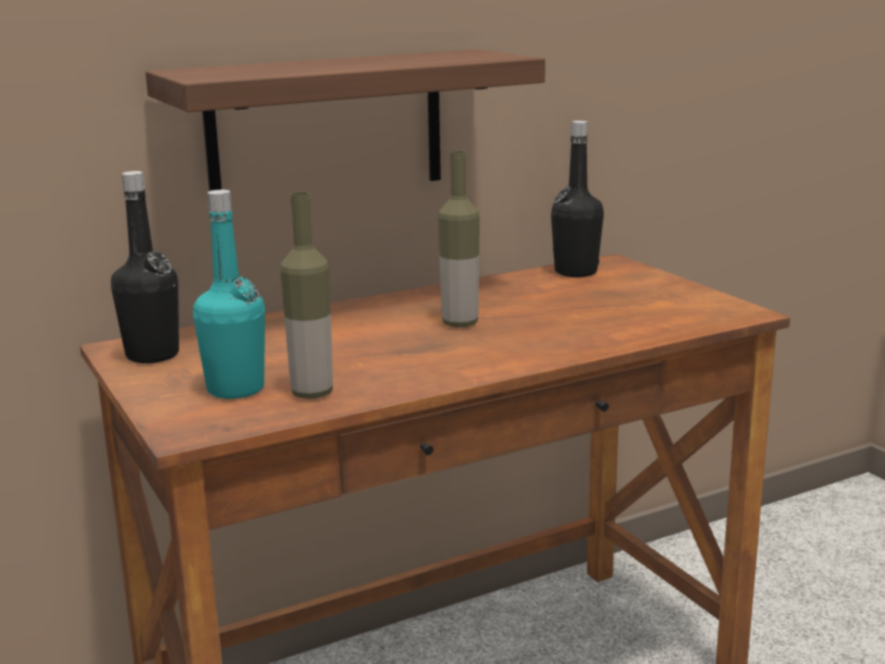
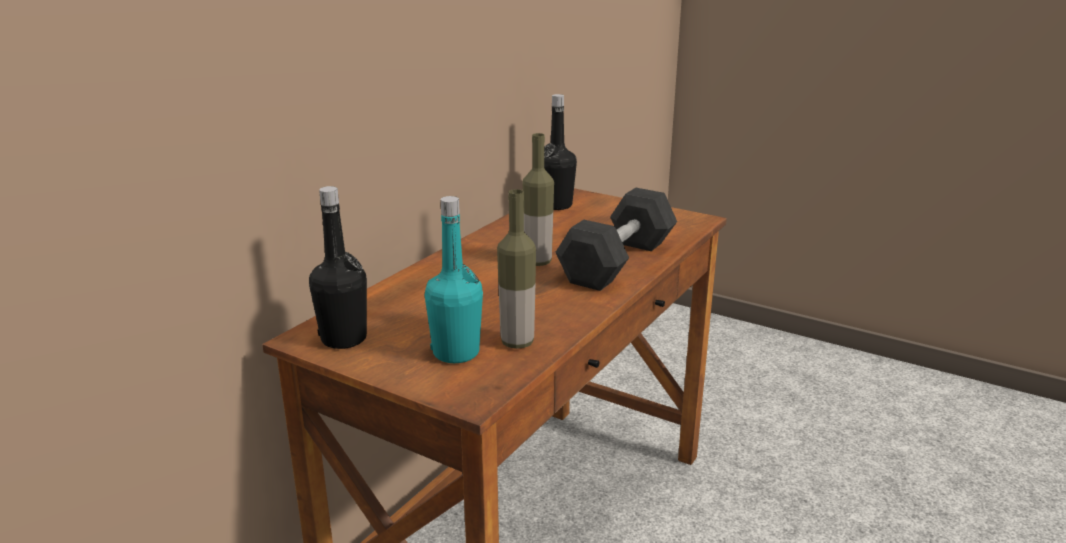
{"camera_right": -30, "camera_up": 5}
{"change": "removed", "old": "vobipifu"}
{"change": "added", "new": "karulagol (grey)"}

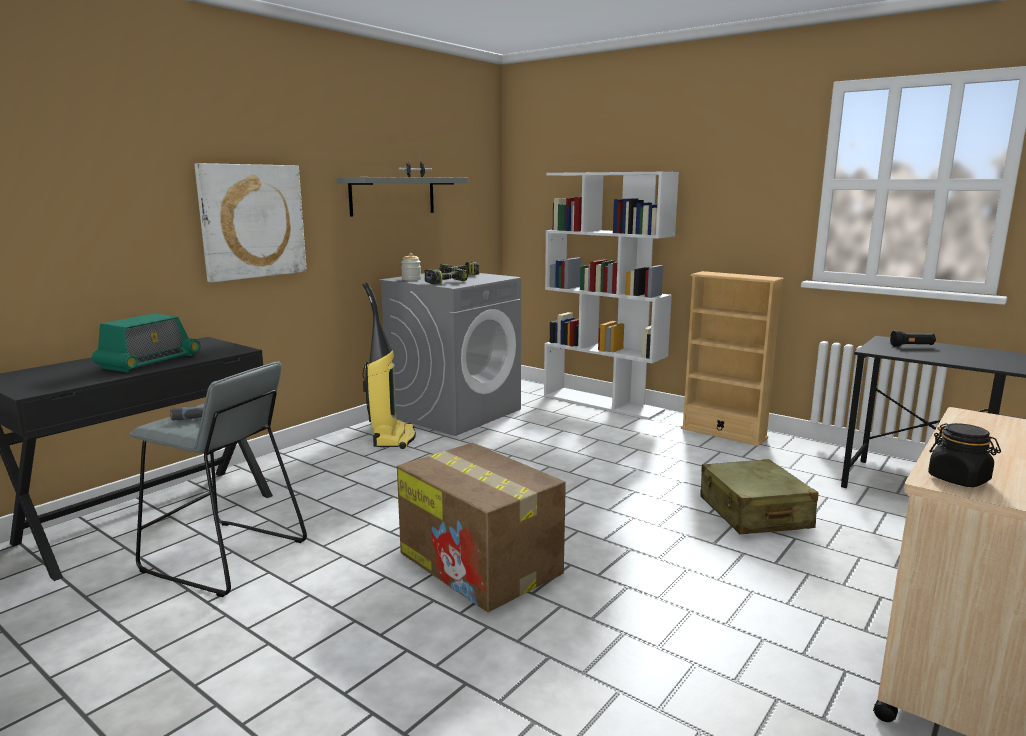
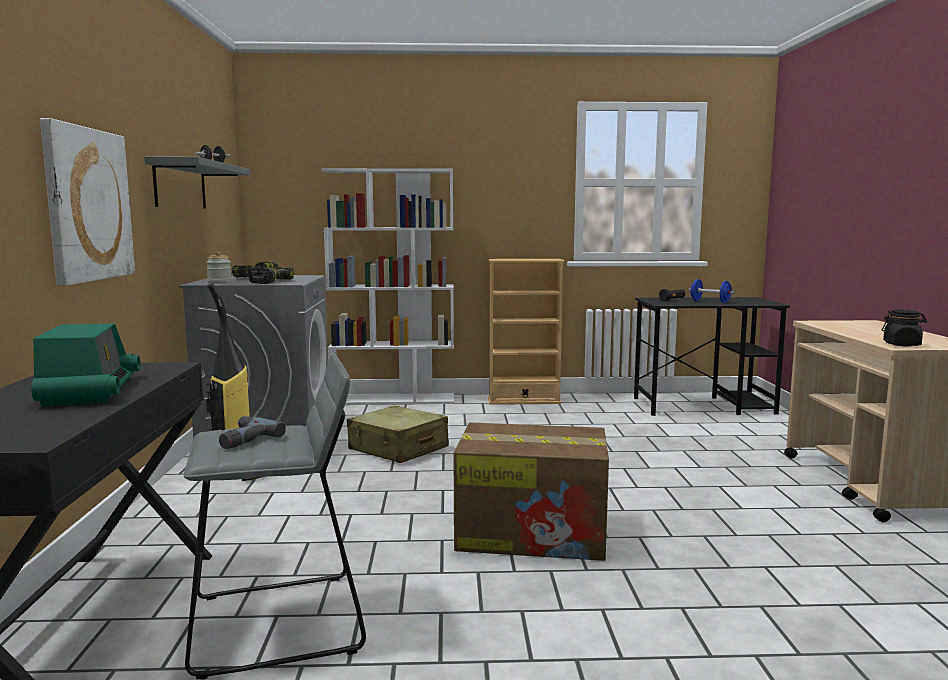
{"camera_right": -40, "camera_up": -5}
{"change": "moved", "old": "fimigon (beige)"}
{"change": "added", "new": "karulagol (blue)"}

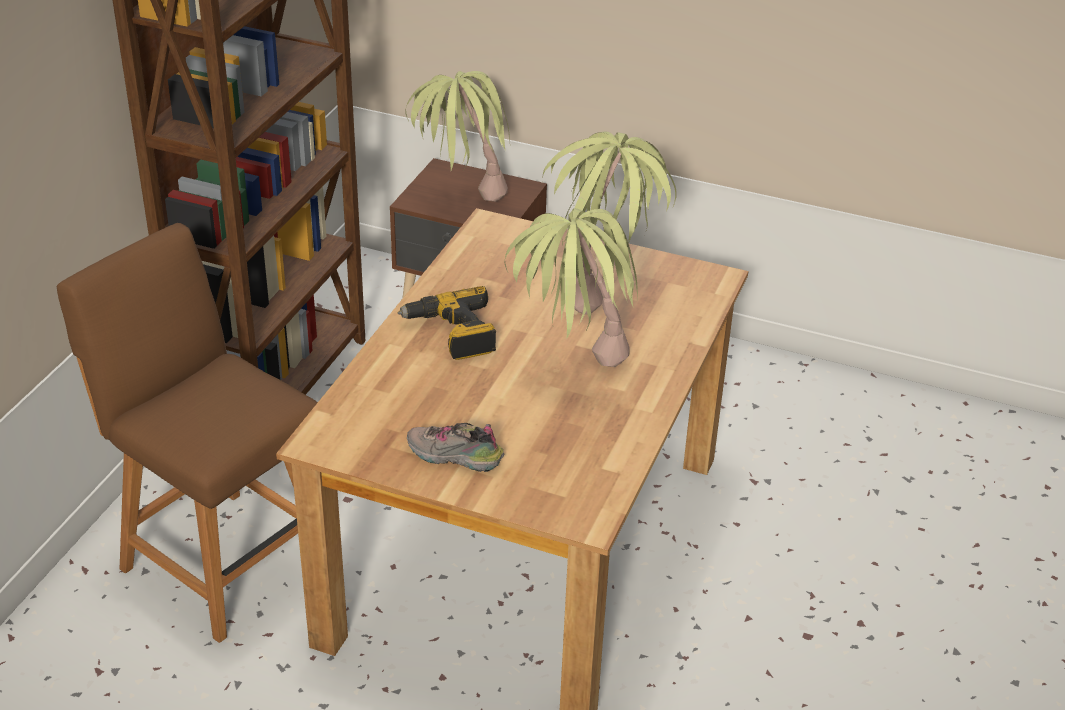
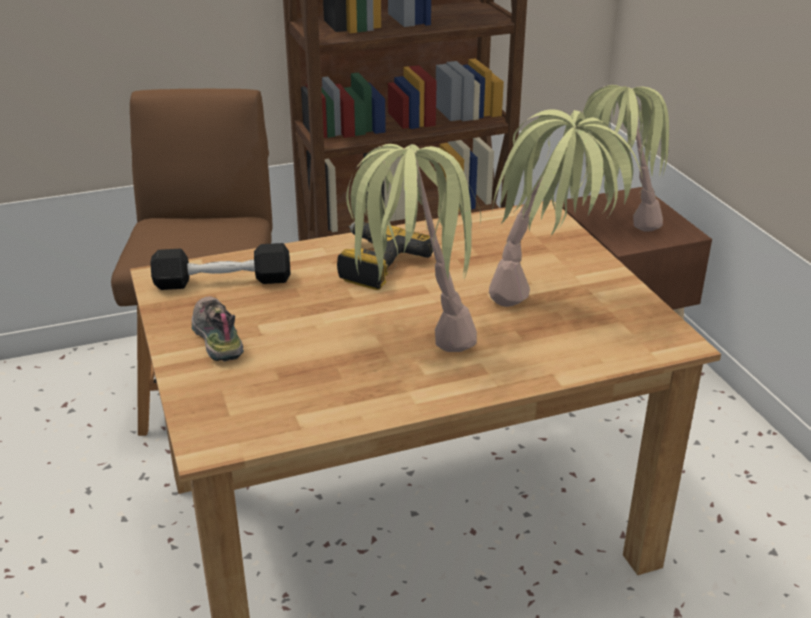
{"camera_right": 50, "camera_up": -5}
{"change": "added", "new": "karulagol (black)"}

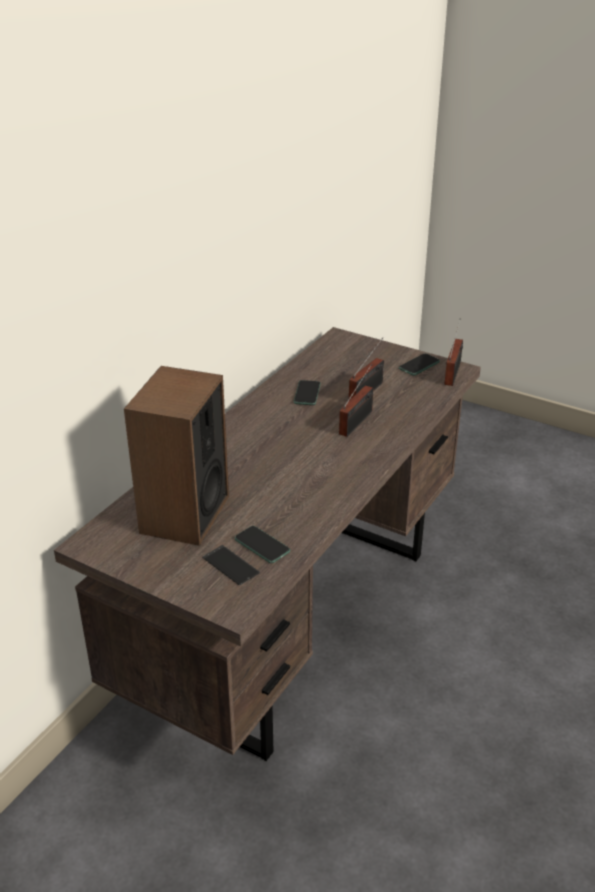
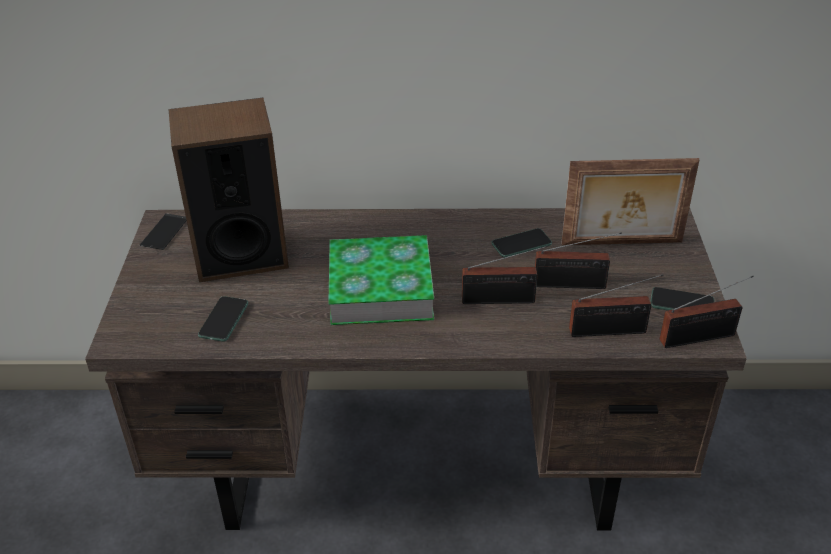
{"camera_right": 60, "camera_up": 5}
{"change": "moved", "old": "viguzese (1st from left)"}
{"change": "added", "new": "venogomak"}
{"change": "added", "new": "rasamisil"}
{"change": "added", "new": "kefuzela (3rd from left)"}

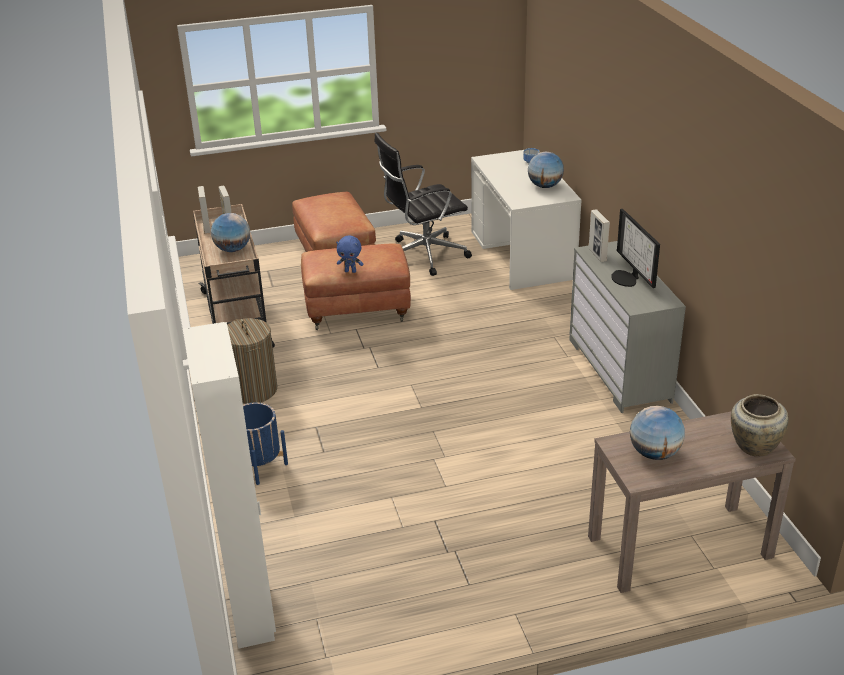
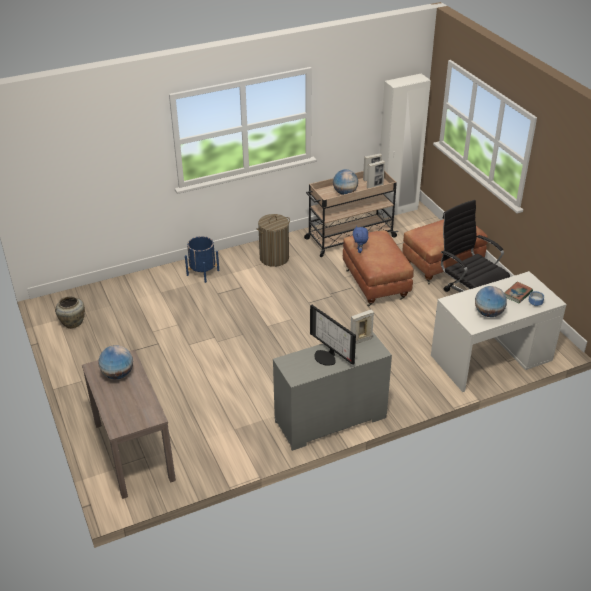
{"camera_right": 80, "camera_up": 5}
{"change": "turned", "old": "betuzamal", "degrees": -105}
{"change": "moved", "old": "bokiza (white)"}
{"change": "moved", "old": "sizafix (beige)"}
{"change": "added", "new": "rasamisil"}

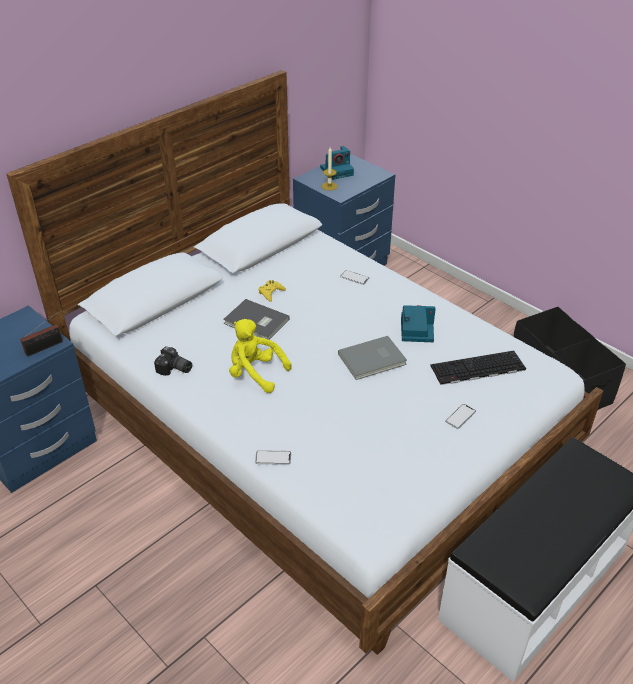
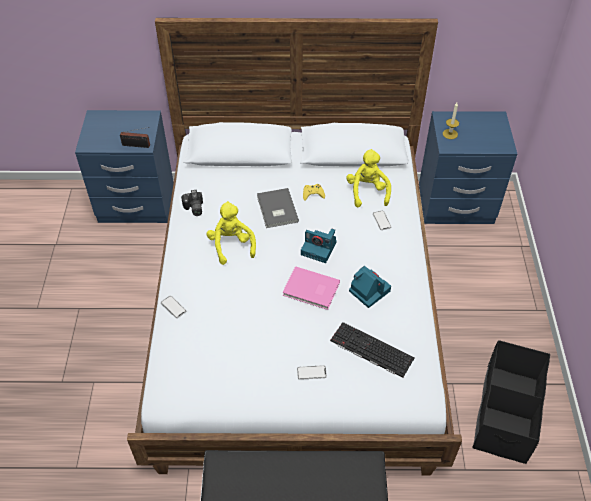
{"camera_right": 45, "camera_up": 10}
{"change": "moved", "old": "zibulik (2nd from left)"}
{"change": "recoloured", "old": "rasamisil (grey) (2nd from left)", "new": "rasamisil (pink)"}
{"change": "added", "new": "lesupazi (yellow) (2nd from left)"}

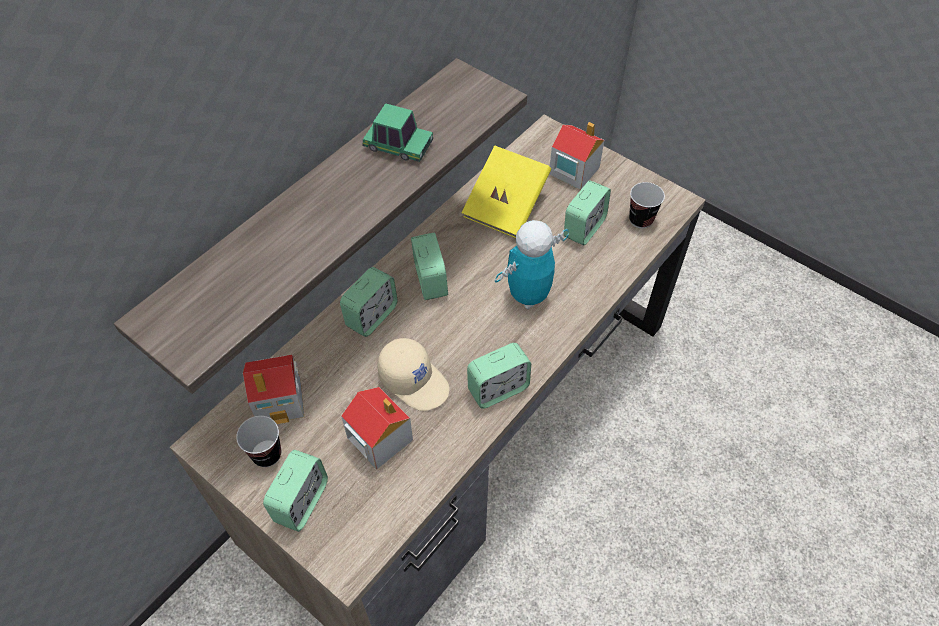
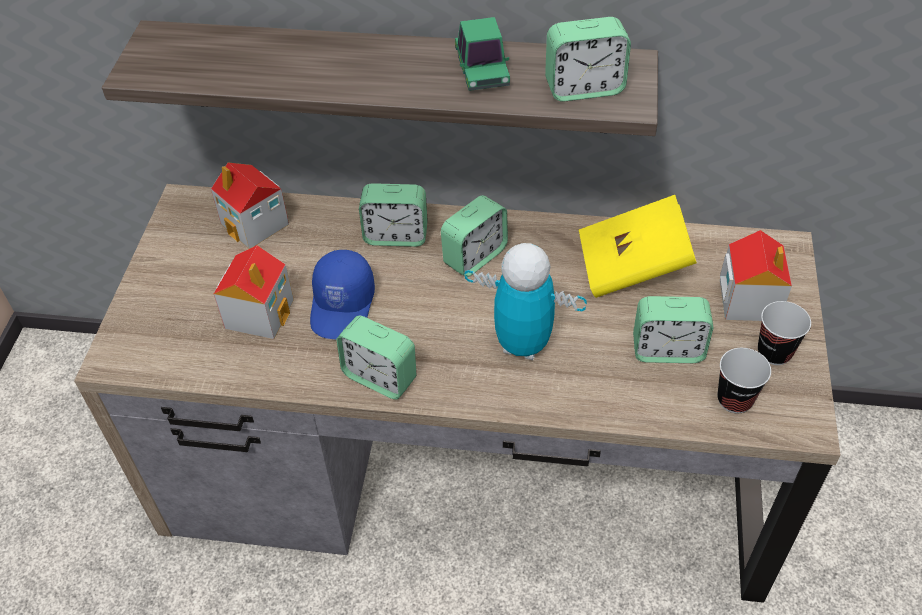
{"camera_right": 60, "camera_up": -5}
{"change": "recoloured", "old": "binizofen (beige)", "new": "binizofen (blue)"}
{"change": "moved", "old": "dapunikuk (1st from left in the first image)", "new": "dapunikuk (2nd from left)"}
{"change": "moved", "old": "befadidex (1st from left in the first image)", "new": "befadidex (4th from left)"}

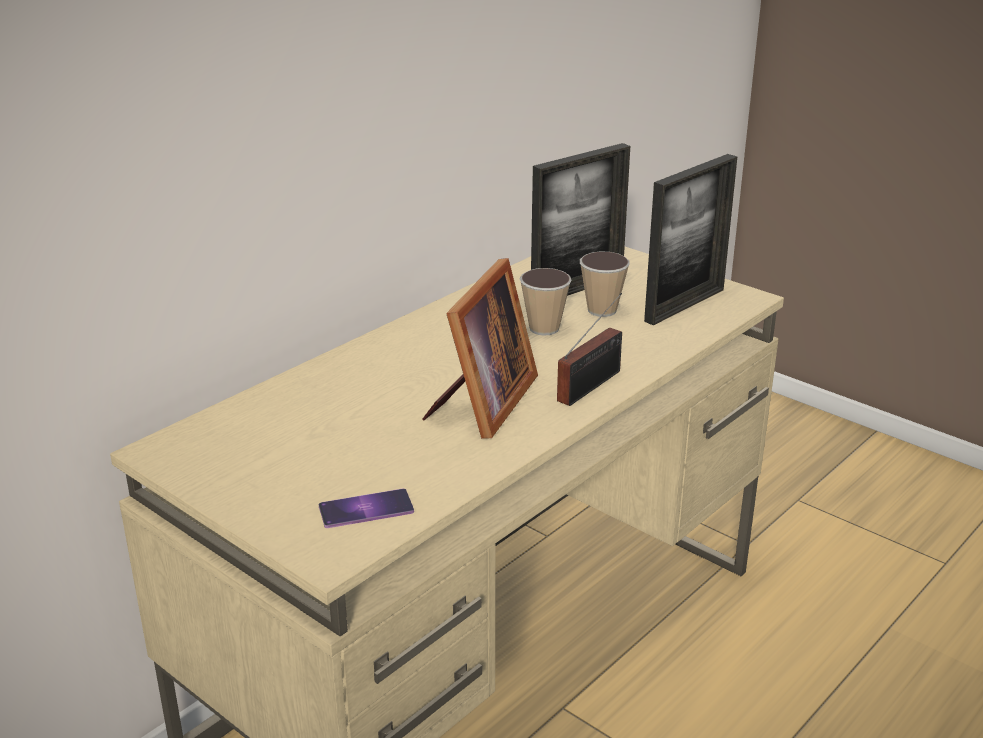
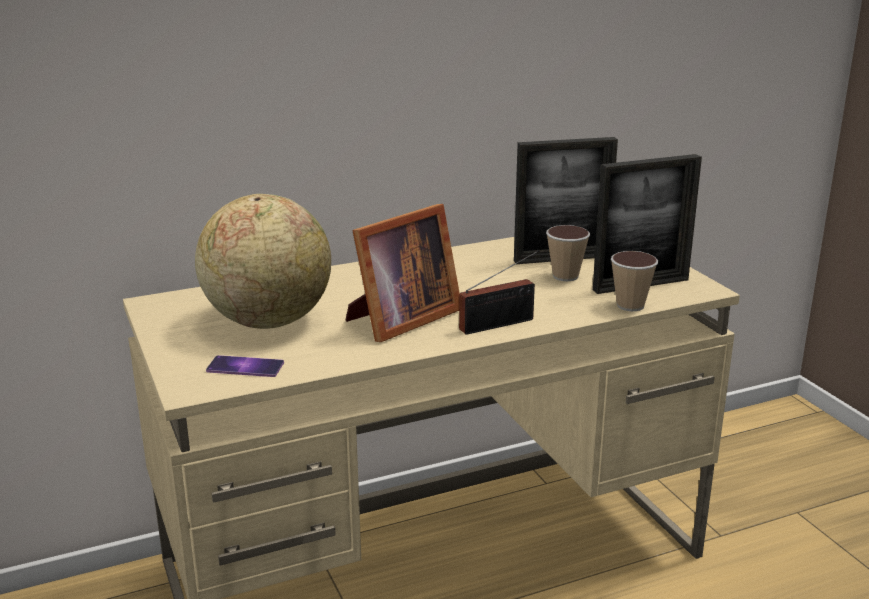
{"camera_right": 25, "camera_up": -5}
{"change": "moved", "old": "dapunikuk (1st from left in the first image)", "new": "dapunikuk (2nd from left)"}
{"change": "added", "new": "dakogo"}

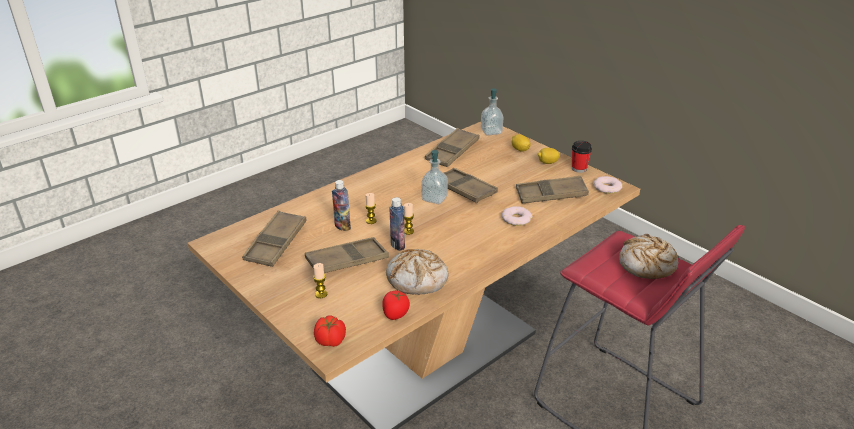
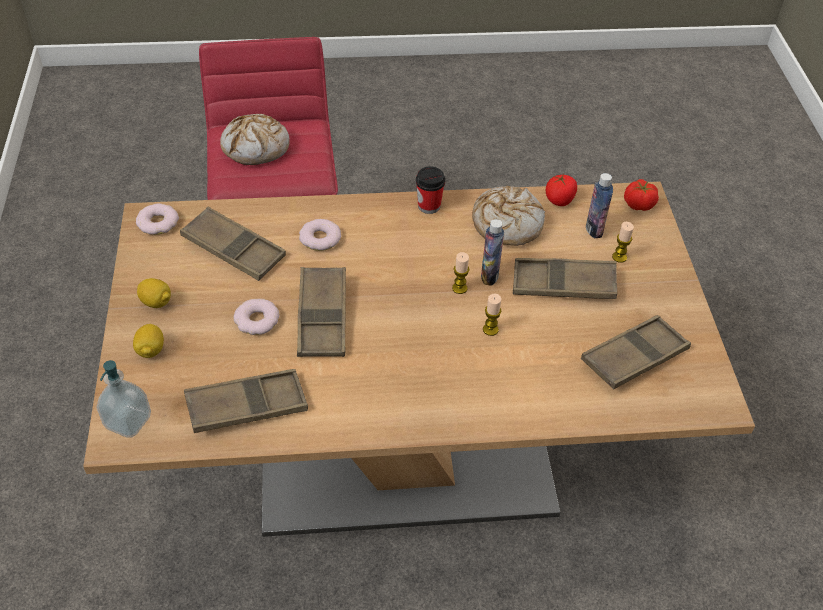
{"camera_right": -145, "camera_up": 15}
{"change": "moved", "old": "dapunikuk"}
{"change": "removed", "old": "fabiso (1st from left)"}
{"change": "moved", "old": "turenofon (1st from left in the first image)", "new": "turenofon (2nd from left)"}
{"change": "added", "new": "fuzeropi (2nd from left)"}

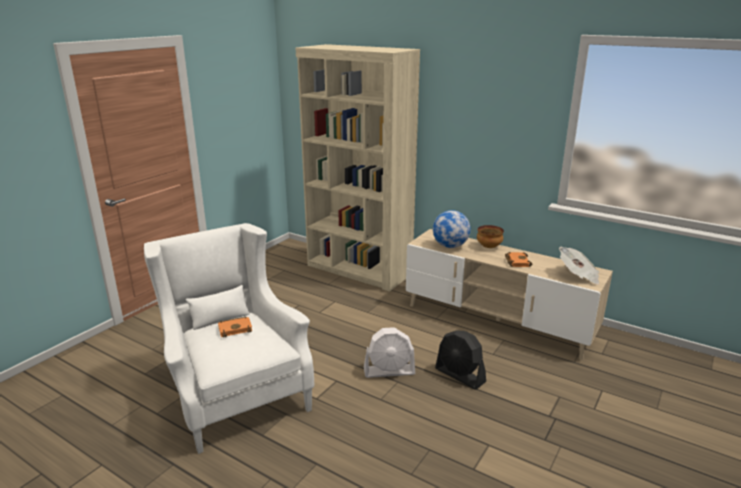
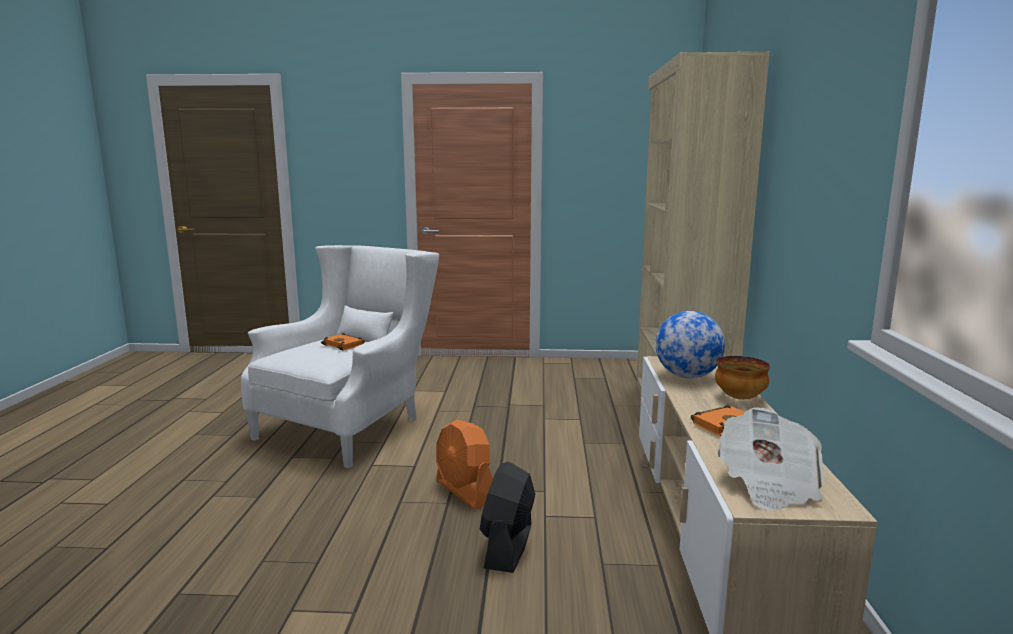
{"camera_right": 60, "camera_up": -10}
{"change": "recoloured", "old": "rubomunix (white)", "new": "rubomunix (orange)"}

